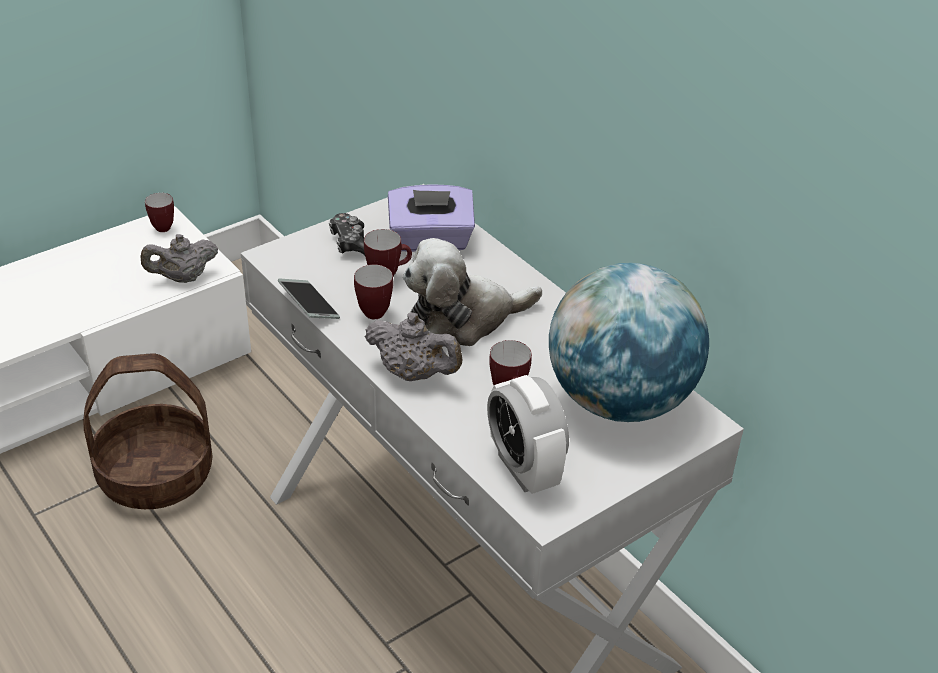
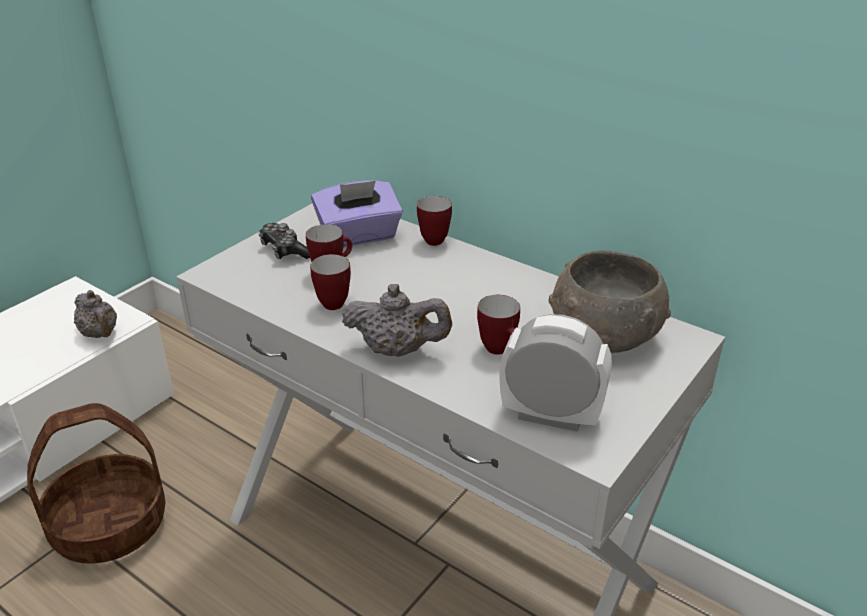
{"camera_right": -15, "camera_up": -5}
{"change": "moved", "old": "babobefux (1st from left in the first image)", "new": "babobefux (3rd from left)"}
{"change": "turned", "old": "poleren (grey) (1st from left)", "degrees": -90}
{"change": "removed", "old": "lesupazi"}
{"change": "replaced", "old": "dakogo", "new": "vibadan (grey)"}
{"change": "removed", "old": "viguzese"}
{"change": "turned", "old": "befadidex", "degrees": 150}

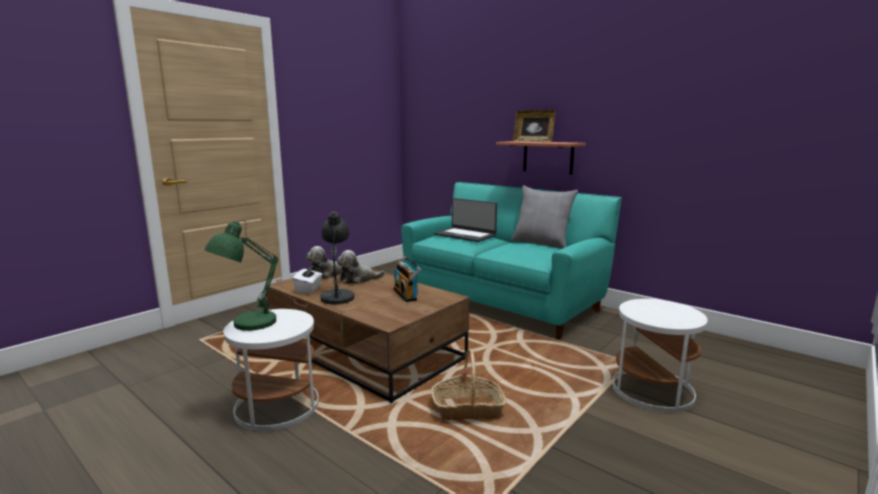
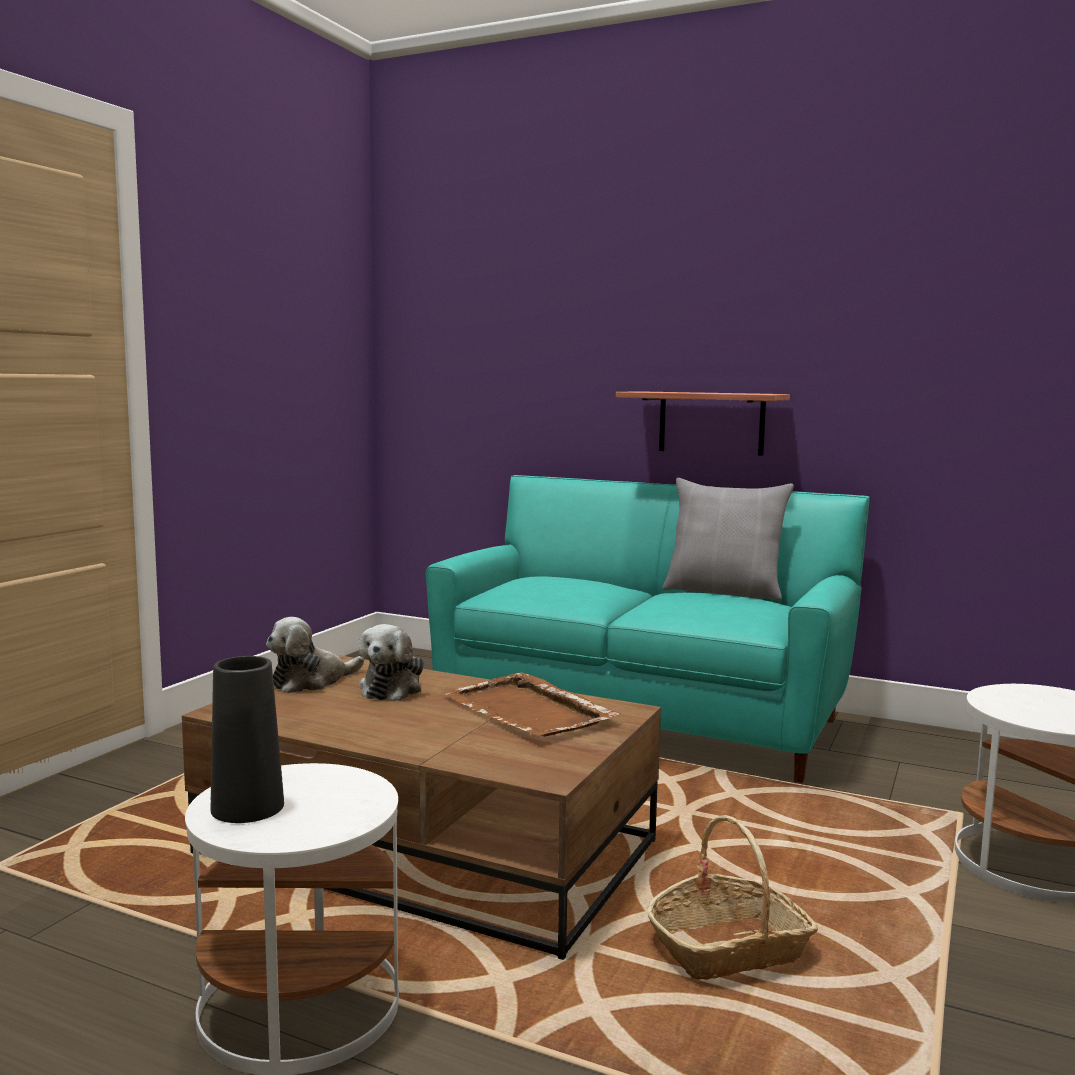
{"camera_right": -15, "camera_up": -5}
{"change": "removed", "old": "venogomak"}
{"change": "removed", "old": "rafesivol"}
{"change": "removed", "old": "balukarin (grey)"}
{"change": "replaced", "old": "balukarin (green)", "new": "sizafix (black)"}
{"change": "turned", "old": "lesupazi (2nd from left)", "degrees": -45}
{"change": "replaced", "old": "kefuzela", "new": "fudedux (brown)"}
{"change": "removed", "old": "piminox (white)"}

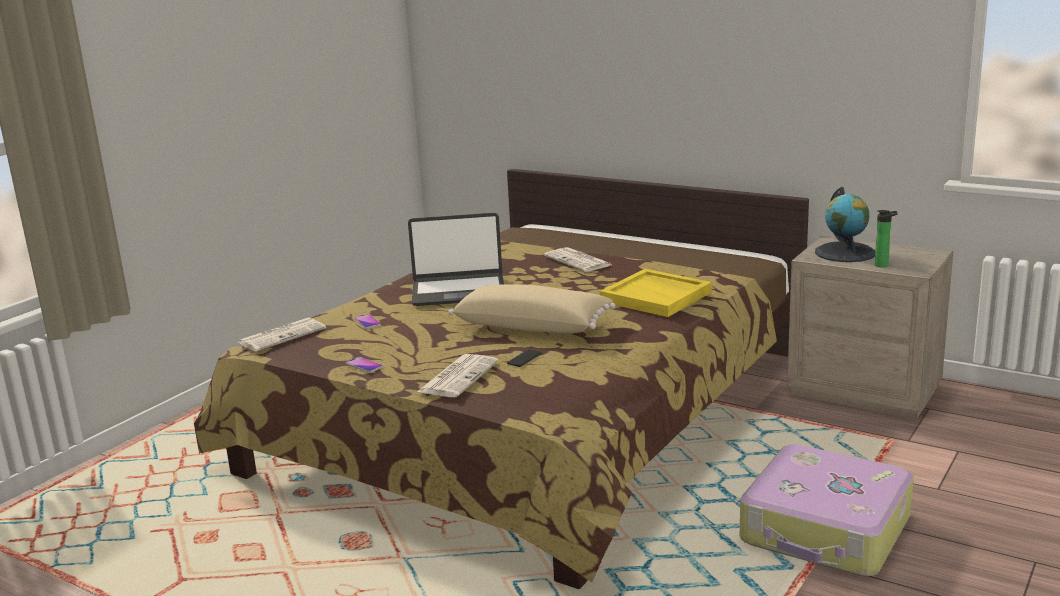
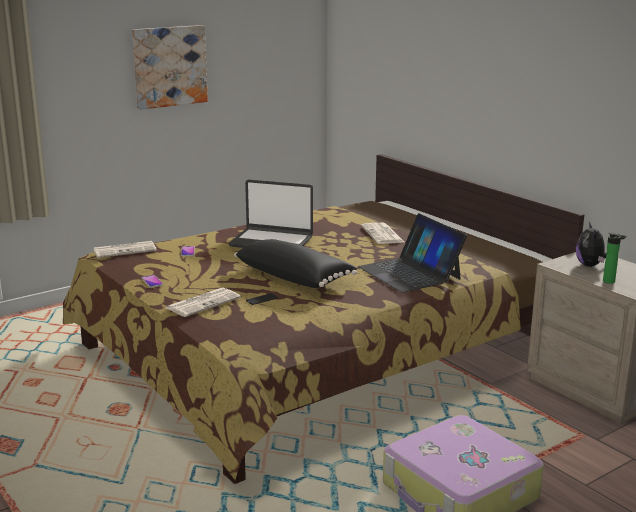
{"camera_right": 20, "camera_up": 0}
{"change": "replaced", "old": "dakogo", "new": "lesupazi"}
{"change": "replaced", "old": "fudedux (yellow)", "new": "rafesivol (2nd from left)"}
{"change": "recoloured", "old": "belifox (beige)", "new": "belifox (black)"}
{"change": "added", "new": "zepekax"}

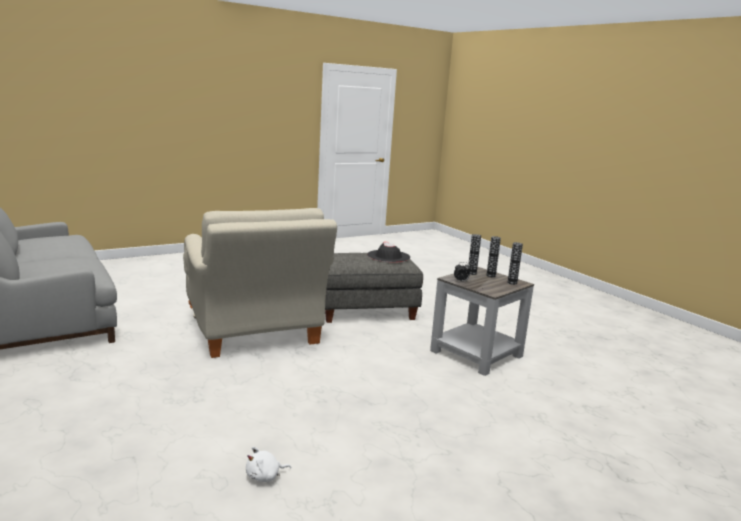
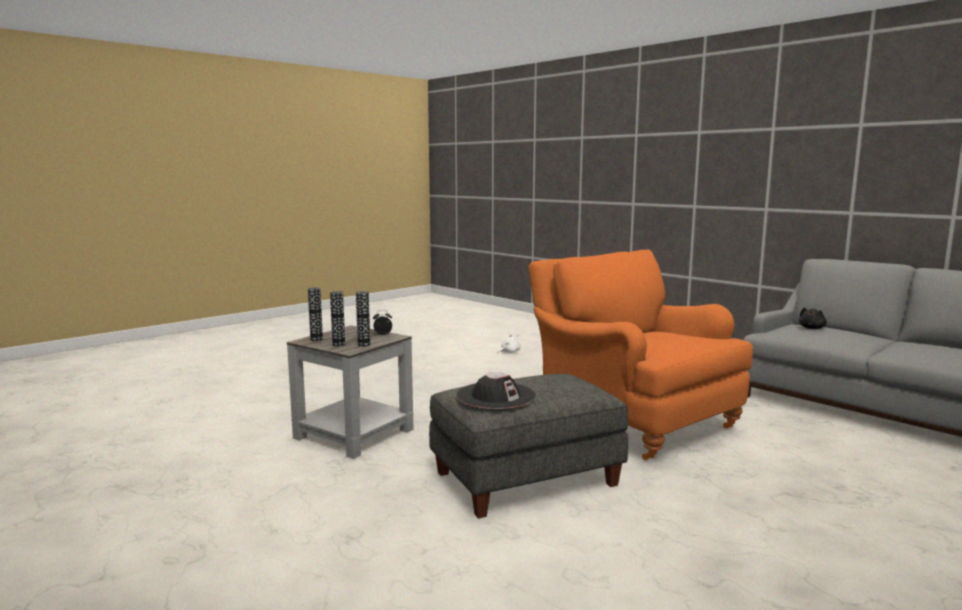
{"camera_right": 170, "camera_up": -5}
{"change": "recoloured", "old": "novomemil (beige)", "new": "novomemil (orange)"}
{"change": "added", "new": "lesupazi (black)"}

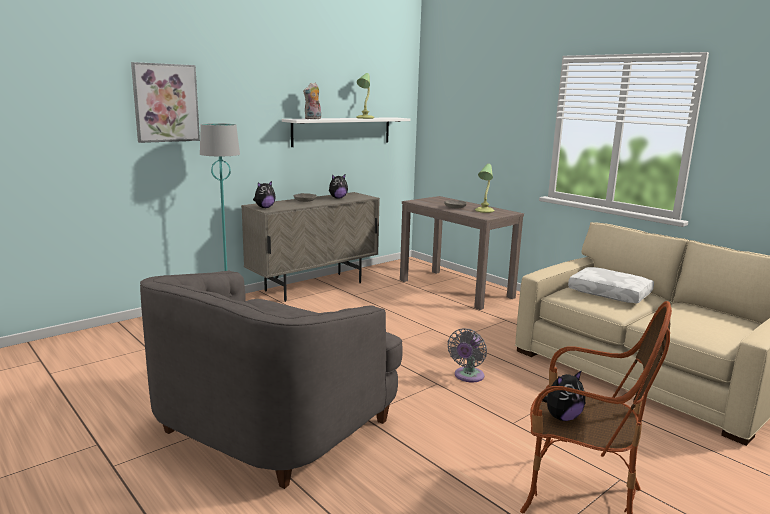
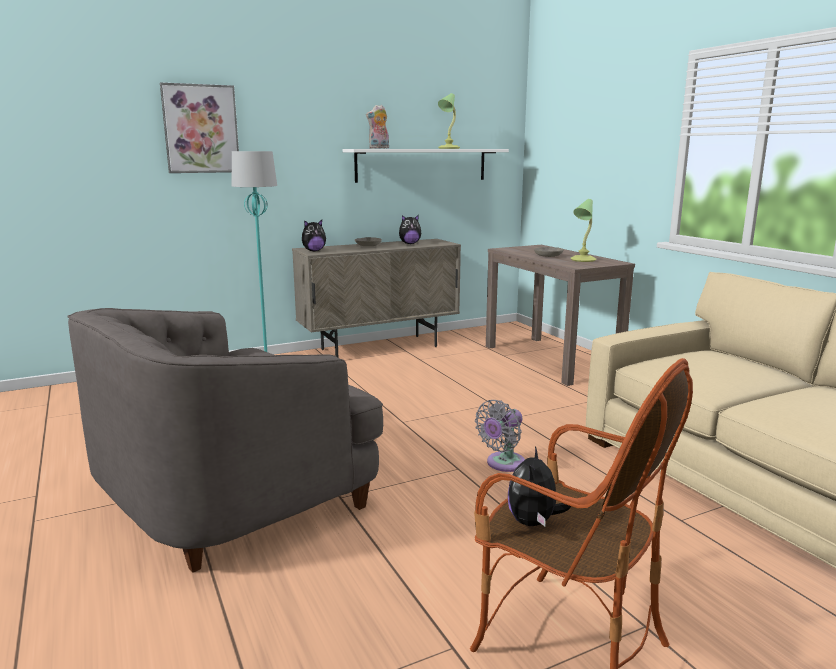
{"camera_right": 15, "camera_up": 0}
{"change": "removed", "old": "belifox (white)"}
{"change": "turned", "old": "lesupazi (4th from left)", "degrees": 120}

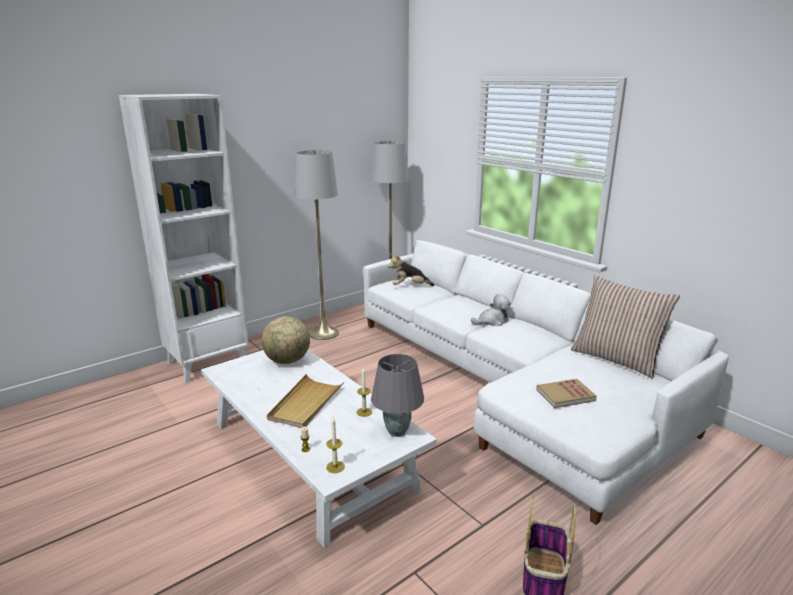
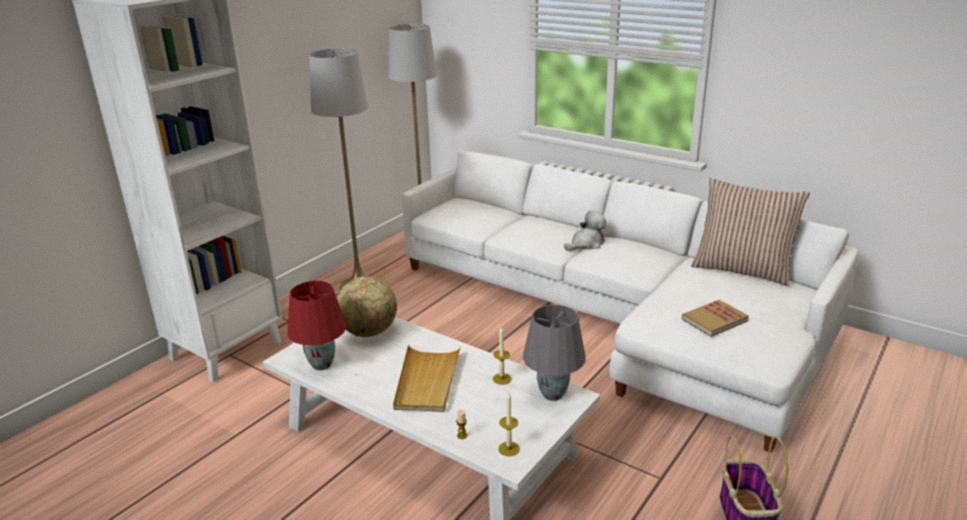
{"camera_right": -15, "camera_up": 5}
{"change": "removed", "old": "lesupazi (1st from left)"}
{"change": "added", "new": "balukarin (red)"}

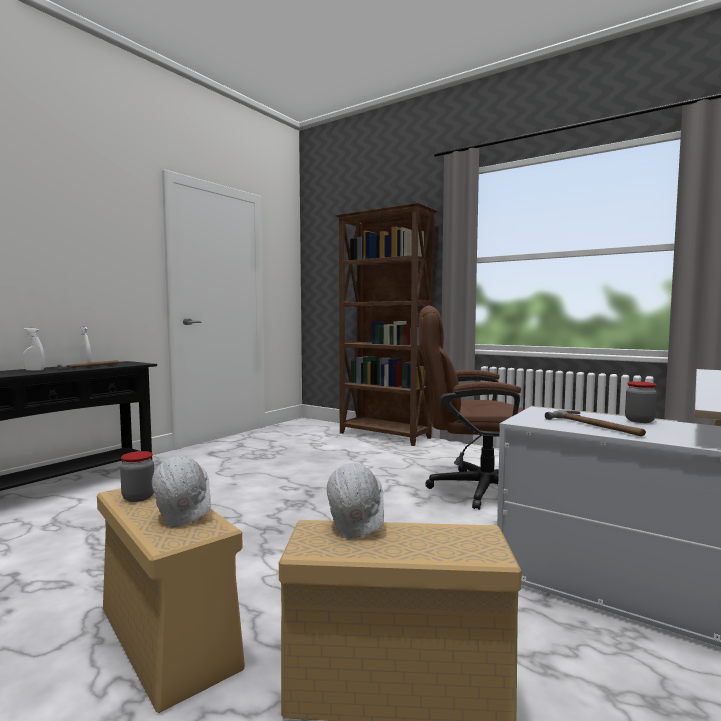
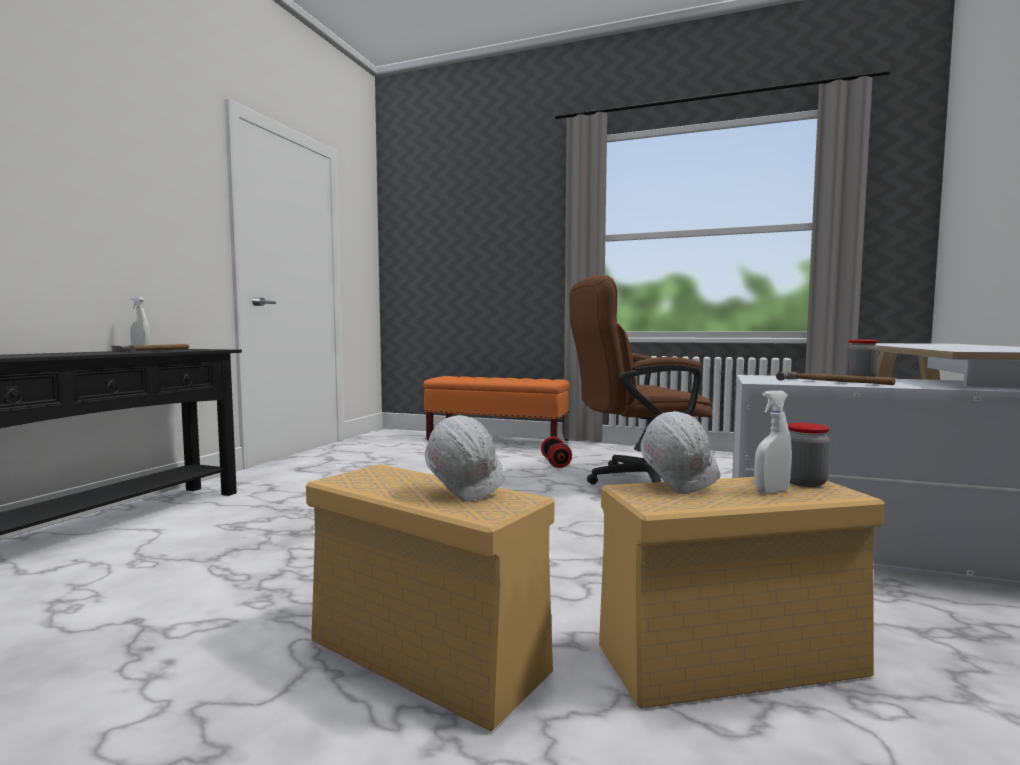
{"camera_right": -15, "camera_up": 0}
{"change": "replaced", "old": "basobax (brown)", "new": "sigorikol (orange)"}
{"change": "moved", "old": "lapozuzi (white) (1st from left in the first image)", "new": "lapozuzi (white) (2nd from left)"}
{"change": "moved", "old": "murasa (1st from left)"}
{"change": "added", "new": "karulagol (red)"}

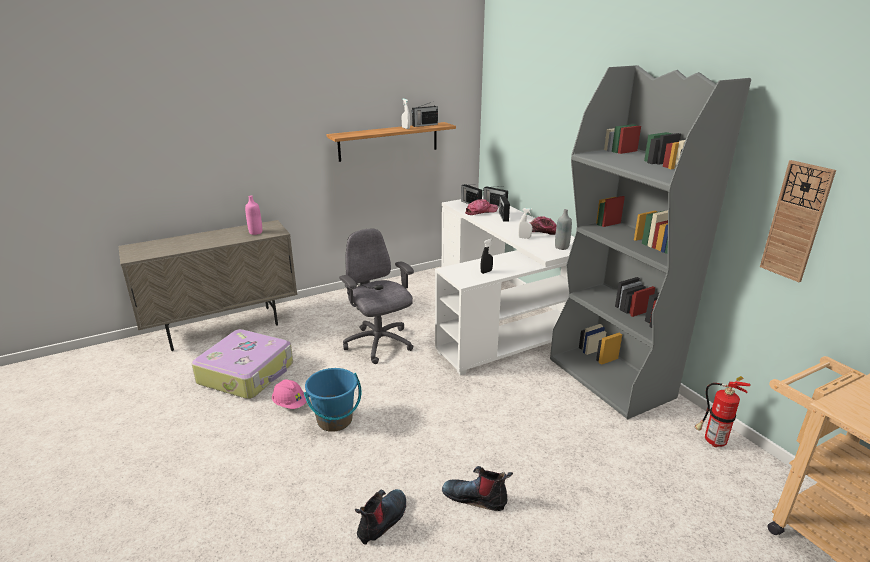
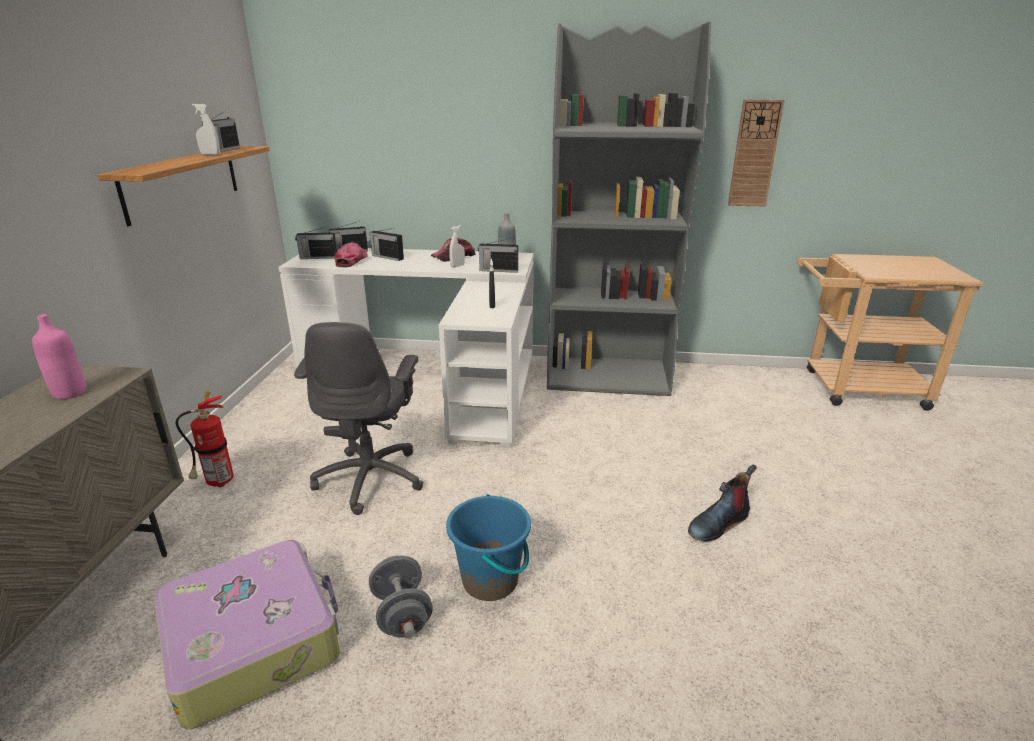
{"camera_right": -55, "camera_up": 0}
{"change": "turned", "old": "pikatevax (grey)", "degrees": -90}
{"change": "moved", "old": "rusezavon"}
{"change": "replaced", "old": "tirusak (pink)", "new": "karulagol (grey)"}
{"change": "removed", "old": "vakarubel (1st from left)"}
{"change": "added", "new": "kefuzela (5th from left)"}

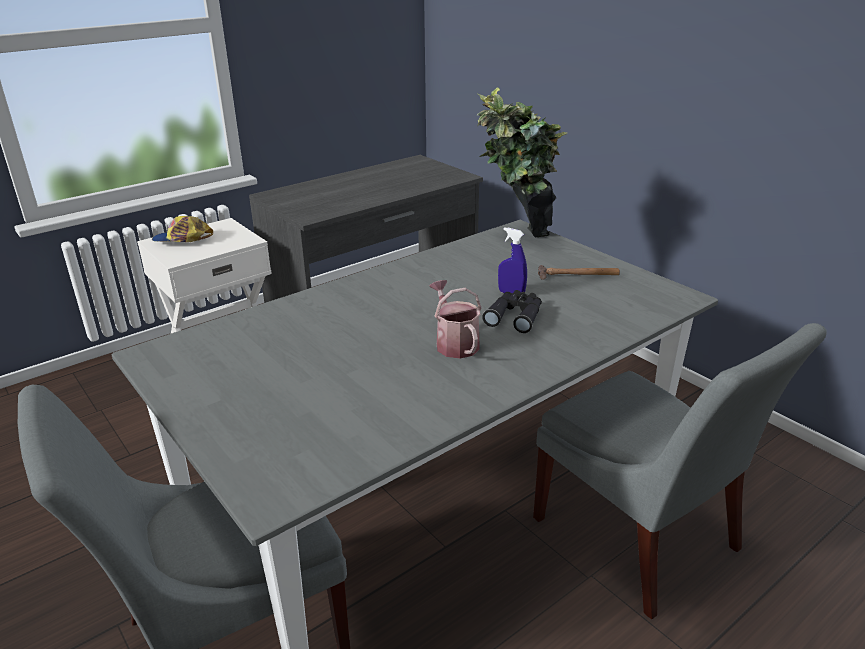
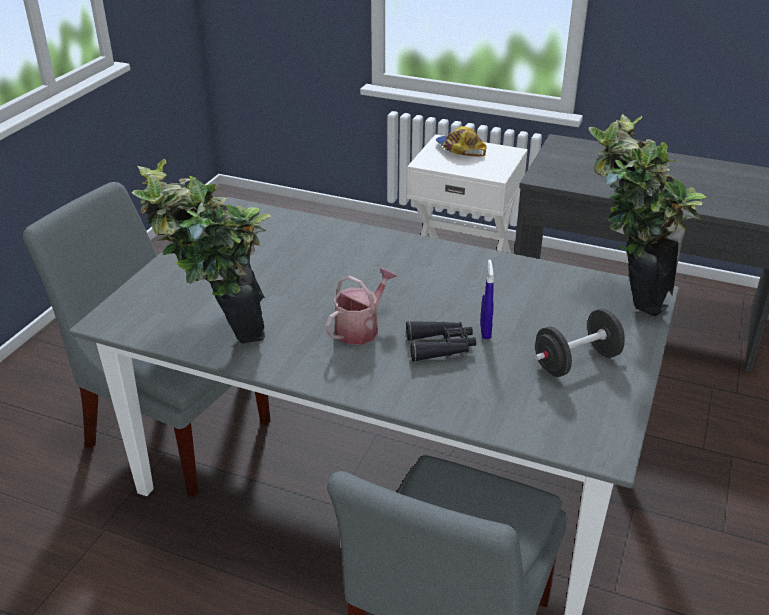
{"camera_right": 60, "camera_up": 5}
{"change": "replaced", "old": "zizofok", "new": "karulagol (black)"}
{"change": "added", "new": "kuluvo (1st from left)"}

